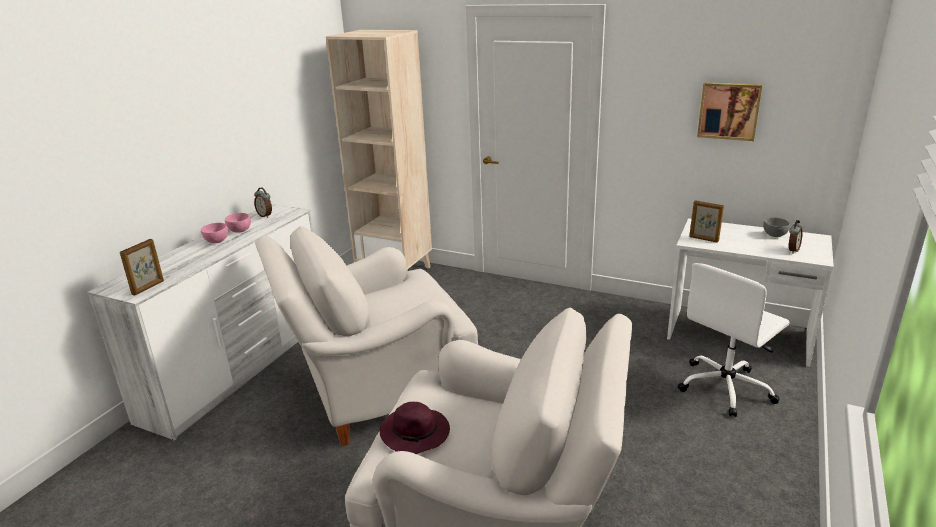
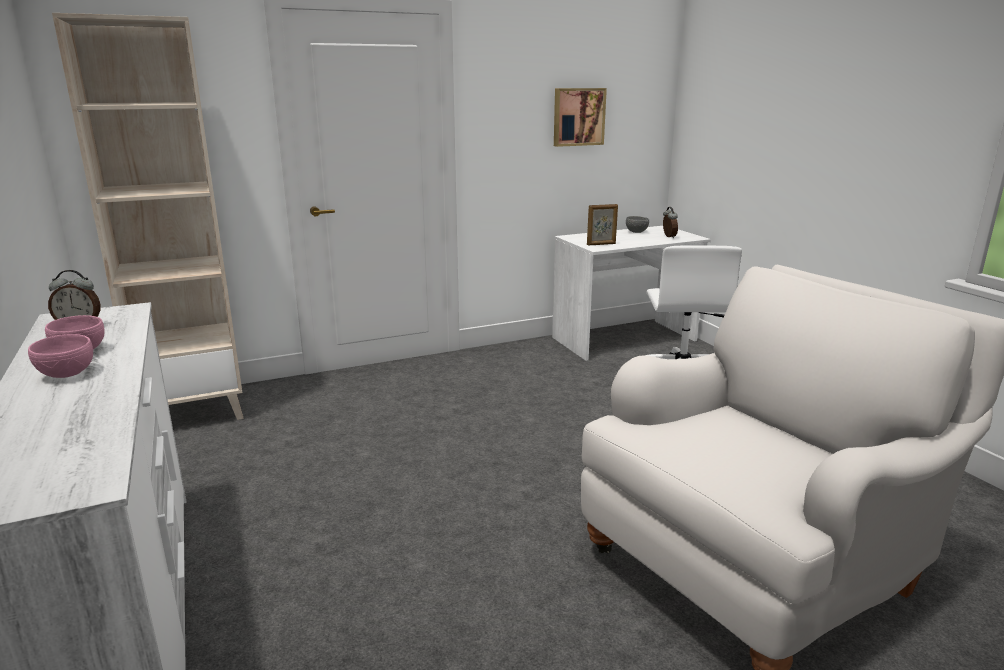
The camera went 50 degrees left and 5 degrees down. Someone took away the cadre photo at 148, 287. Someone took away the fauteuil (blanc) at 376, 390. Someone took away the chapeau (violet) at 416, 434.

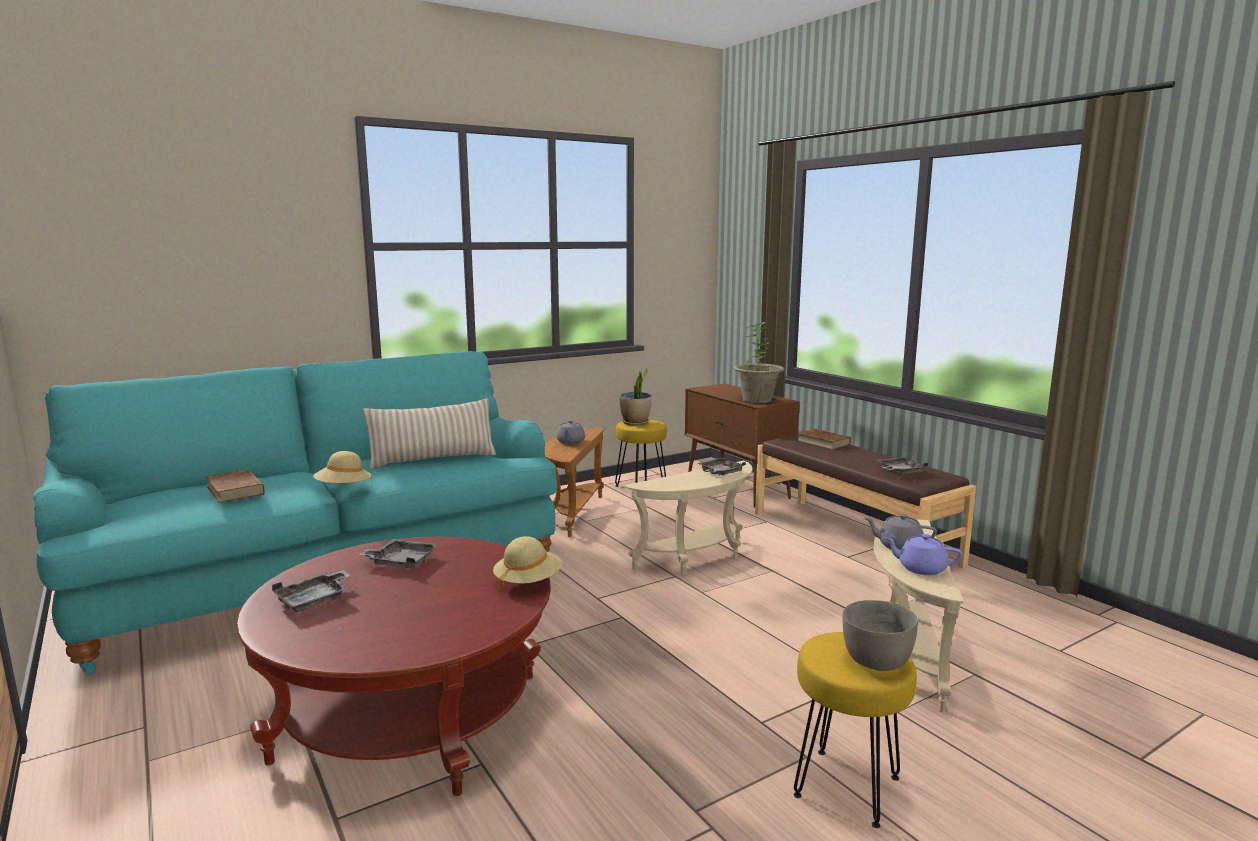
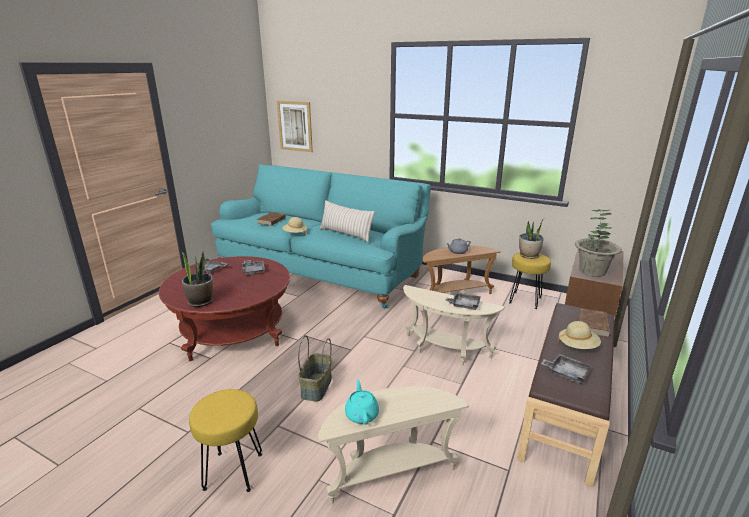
The camera went 60 degrees right and 10 degrees up. Someone carried the chapeau (beige) from 528, 582 to 577, 346. Someone took away the bol (gris) at 875, 661. Someone took away the théière (gris) at 898, 546. Someone repainted the théière (violet) at 921, 568, which became the théière (turquoise) at 362, 414. Someone put down the plante en pot at 200, 302. Someone put up the tableau at 295, 126. Someone put down the panier at 317, 387.

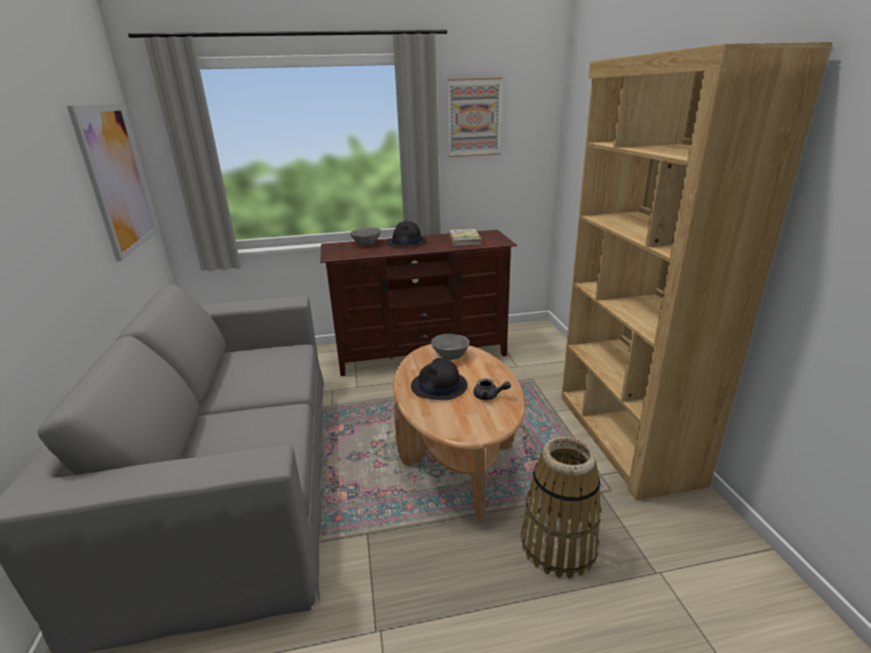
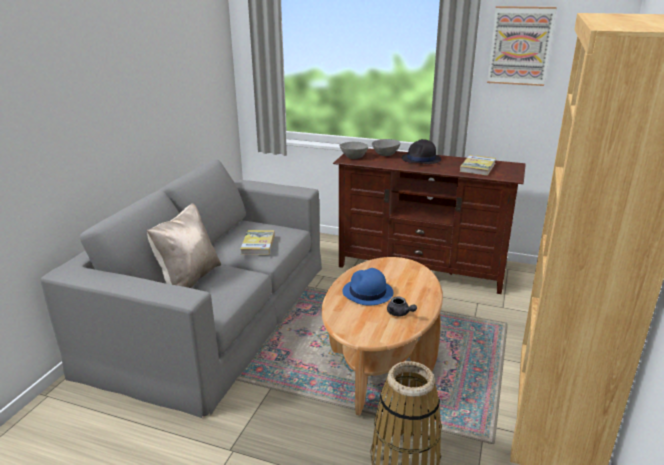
The camera went 30 degrees right and 0 degrees up. Someone took away the tableau at 117, 179. Someone repainted the chapeau (noir) at 439, 386, which became the chapeau (bleu) at 367, 293. Someone carried the bol (gris) from 450, 355 to 354, 157. Someone put down the coussin (beige) at 188, 279. Someone put down the livre at 258, 244.

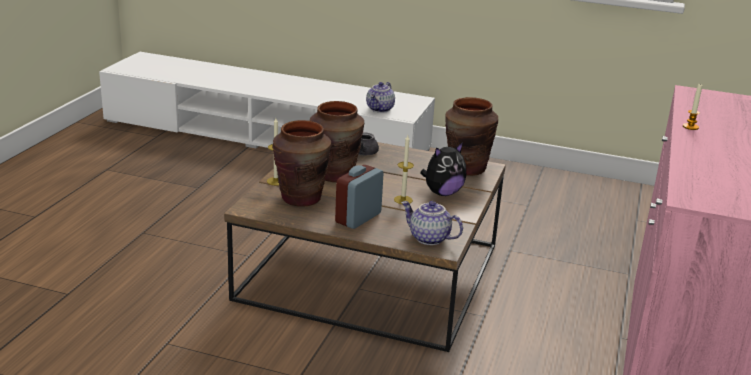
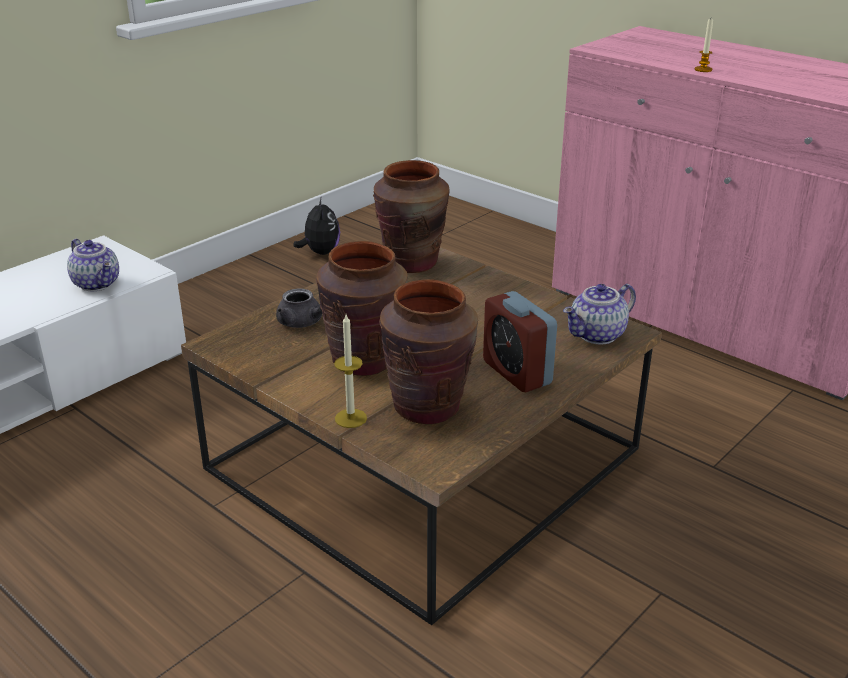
The camera went 65 degrees left and 5 degrees up. Someone took away the bougie at 403, 200. Someone carried the peluche from 442, 193 to 320, 252.

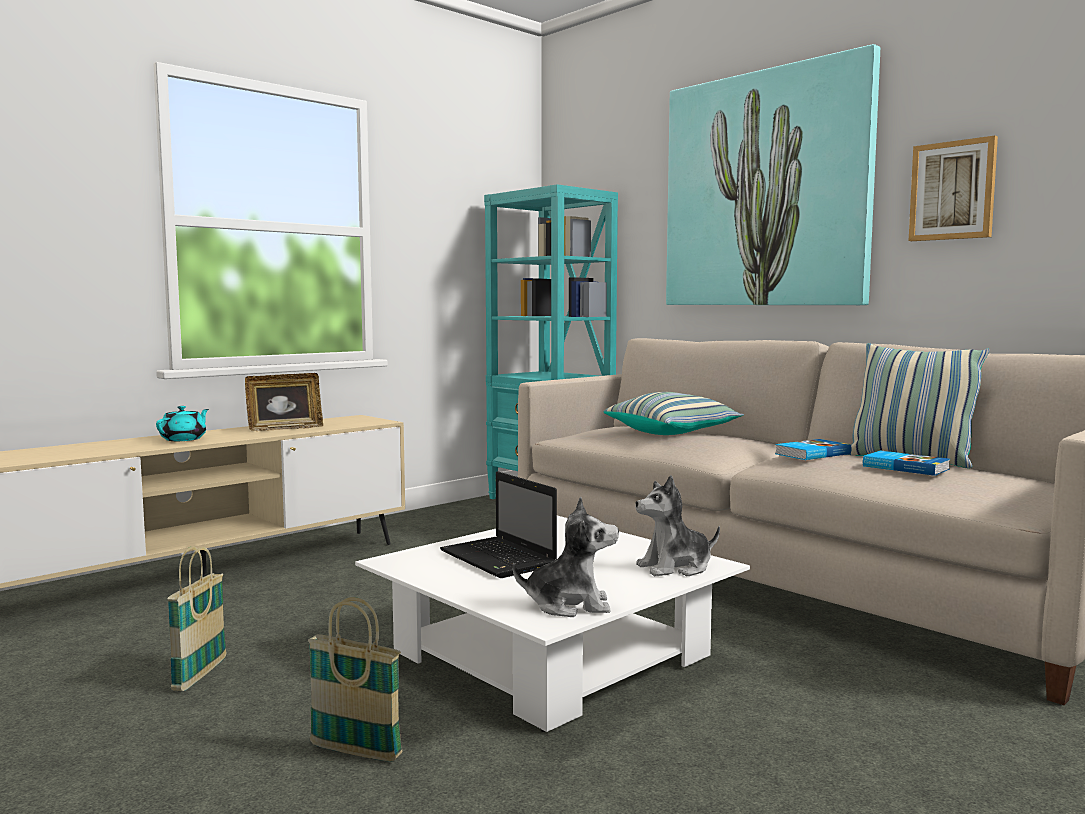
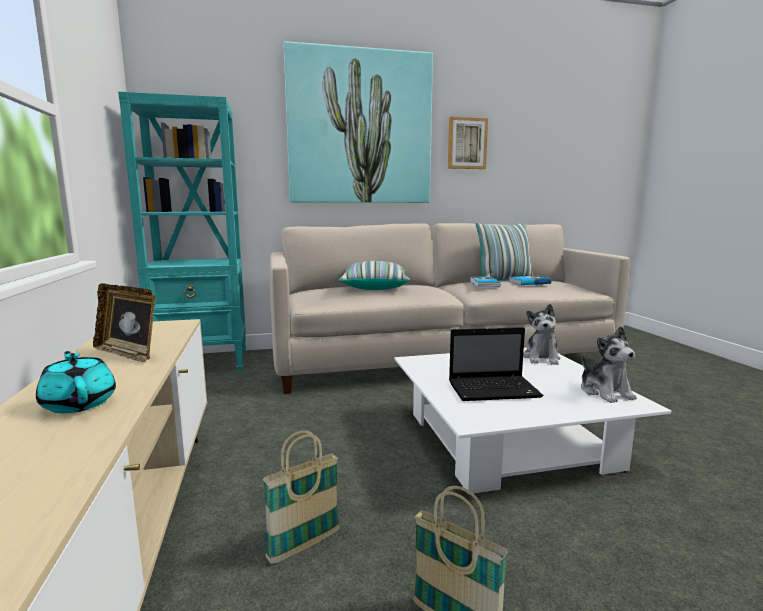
The camera went 60 degrees left and 5 degrees up. Someone rotated the cadre photo at 285, 428 by 120 degrees clockwise. Someone carried the panier from 355, 751 to 304, 545. Someone rotated the peluche at 569, 605 by 135 degrees clockwise.

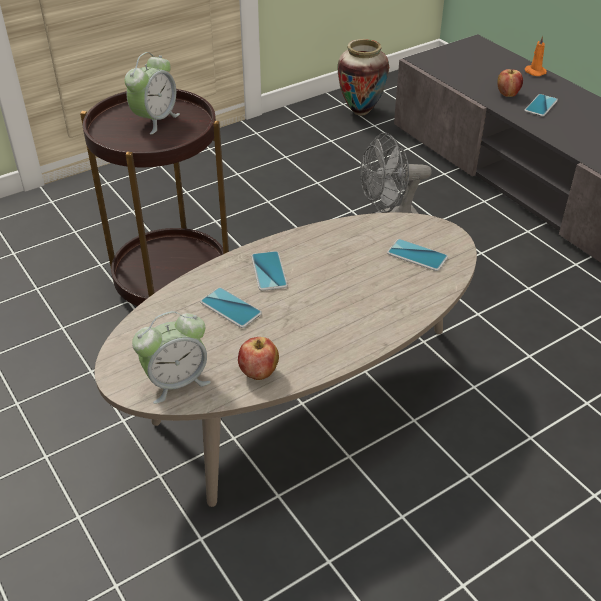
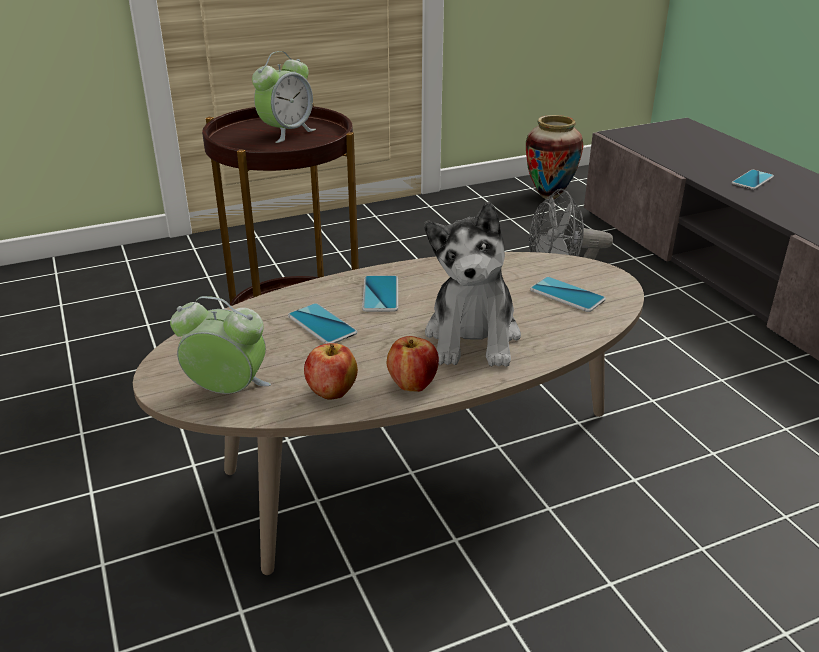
The camera went 10 degrees right and 10 degrees down. Someone rotated the réveil at 176, 382 by 150 degrees counterclockwise. Someone carried the pomme from 507, 94 to 412, 385. Someone took away the bougie (orange) at 534, 72. Someone put down the peluche at 473, 337.

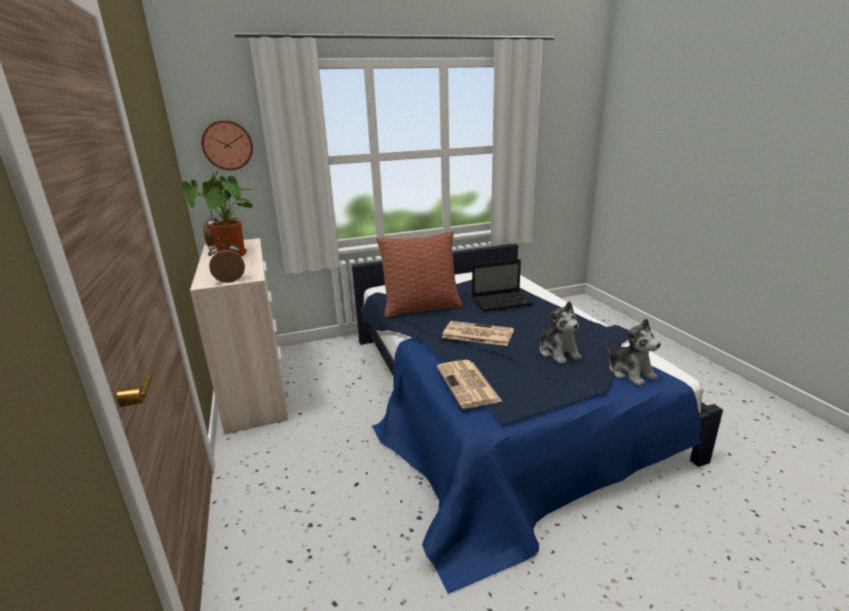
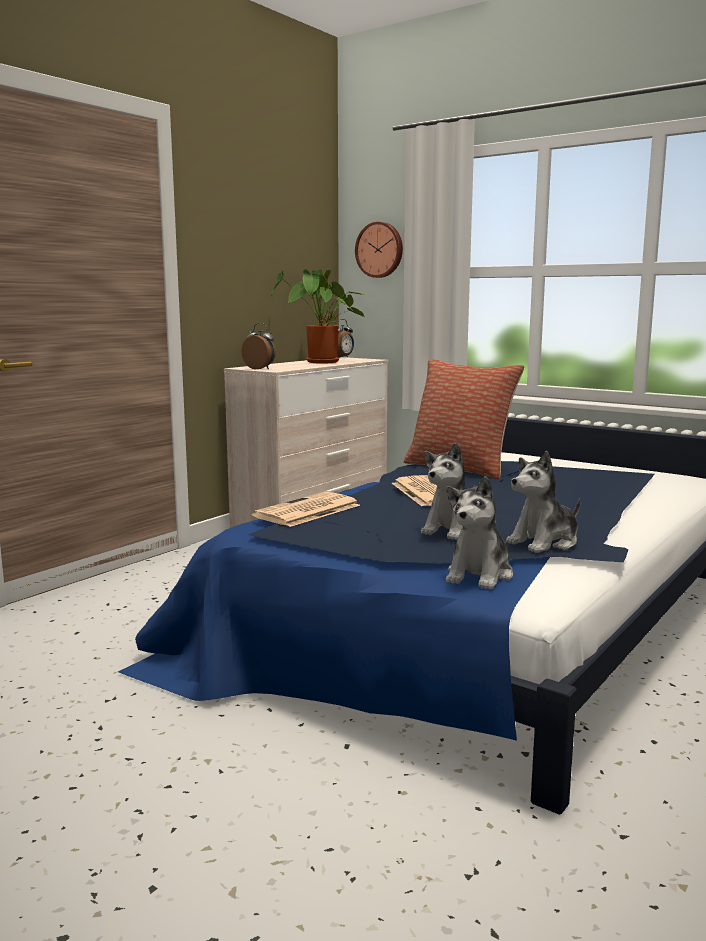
The camera went 55 degrees right and 10 degrees down. Someone took away the ordinateur portable at 503, 302. Someone put down the peluche at 544, 542.

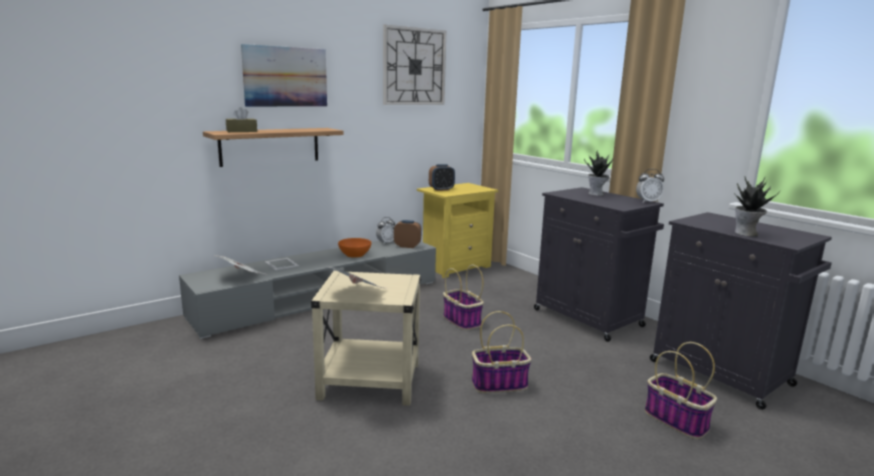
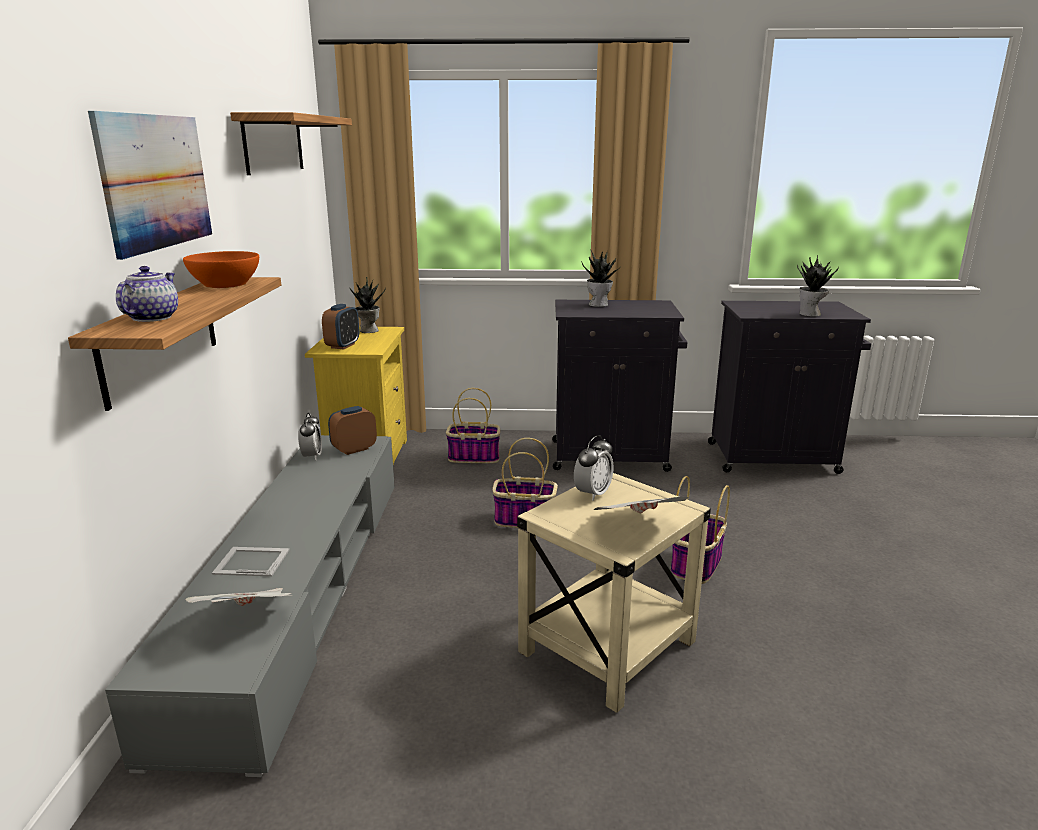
The camera went 50 degrees left and 5 degrees up. Someone swapped the boîte à mouchoirs (marron) at 241, 131 for the théière at 152, 317. Someone carried the bol (orange) from 355, 254 to 225, 284. Someone swapped the horloge murale at 414, 67 for the étagère at 274, 144. Someone carried the réveil from 648, 202 to 592, 494. Someone carried the panier from 677, 420 to 475, 457. Someone put down the plante en pot at 368, 331.

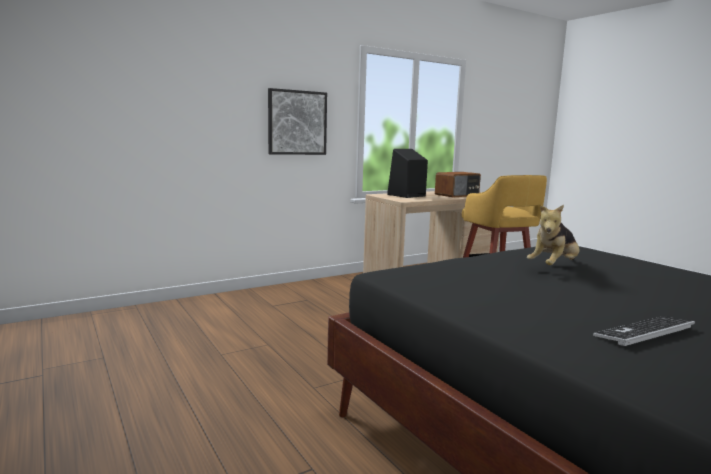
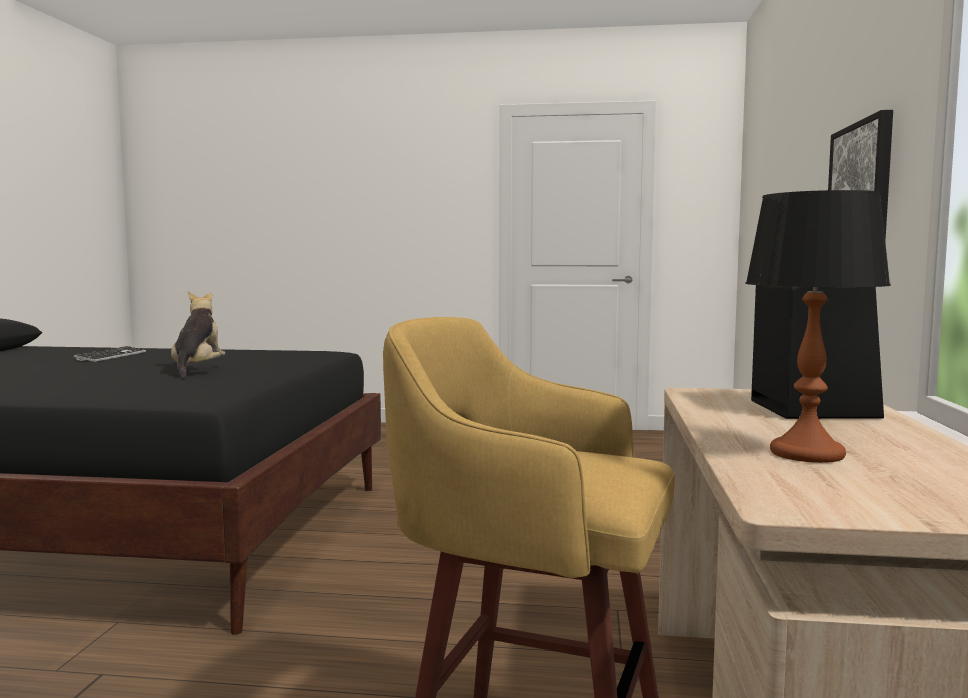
The camera went 130 degrees right and 5 degrees down. Someone swapped the radio at 457, 195 for the lampe de table at 808, 454.

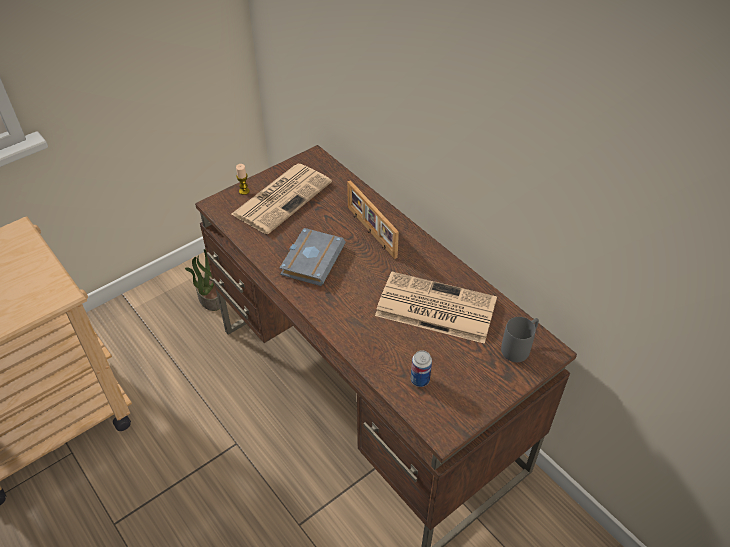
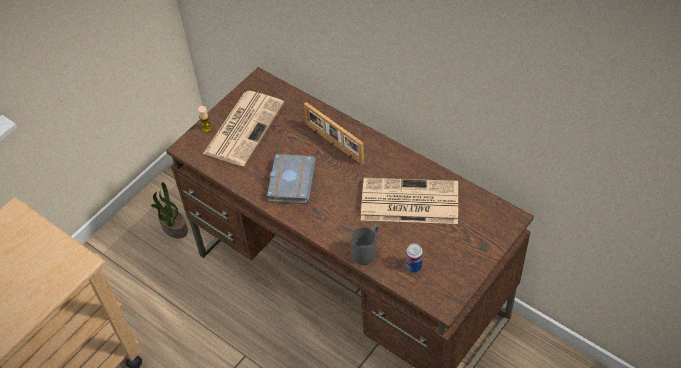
The camera went 10 degrees left and 5 degrees up. Someone carried the mug (gris) from 519, 347 to 367, 251.

